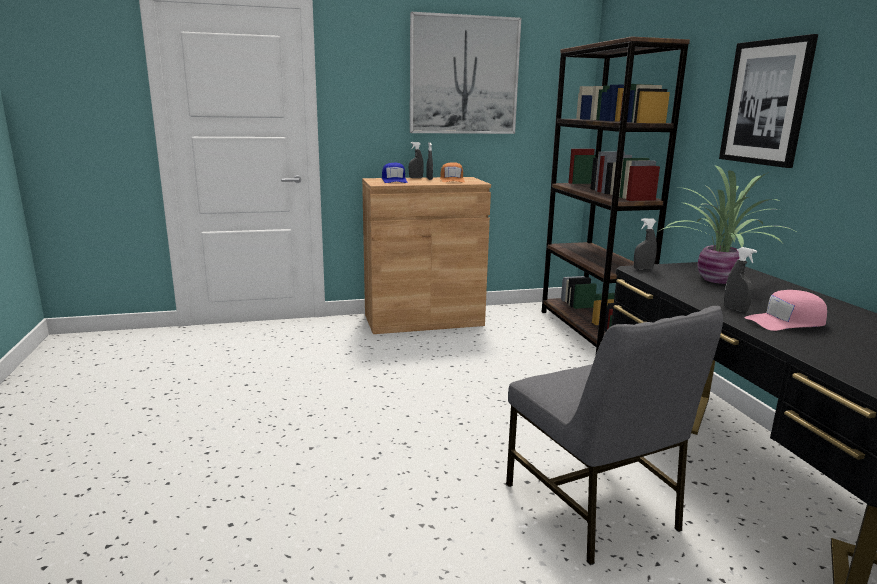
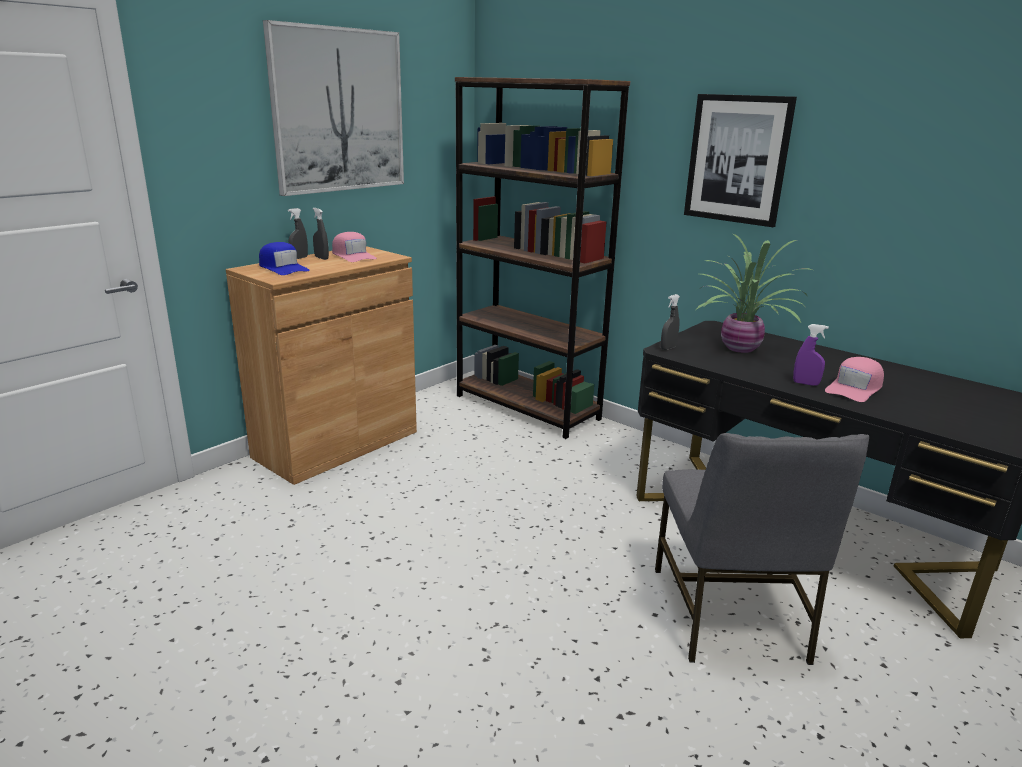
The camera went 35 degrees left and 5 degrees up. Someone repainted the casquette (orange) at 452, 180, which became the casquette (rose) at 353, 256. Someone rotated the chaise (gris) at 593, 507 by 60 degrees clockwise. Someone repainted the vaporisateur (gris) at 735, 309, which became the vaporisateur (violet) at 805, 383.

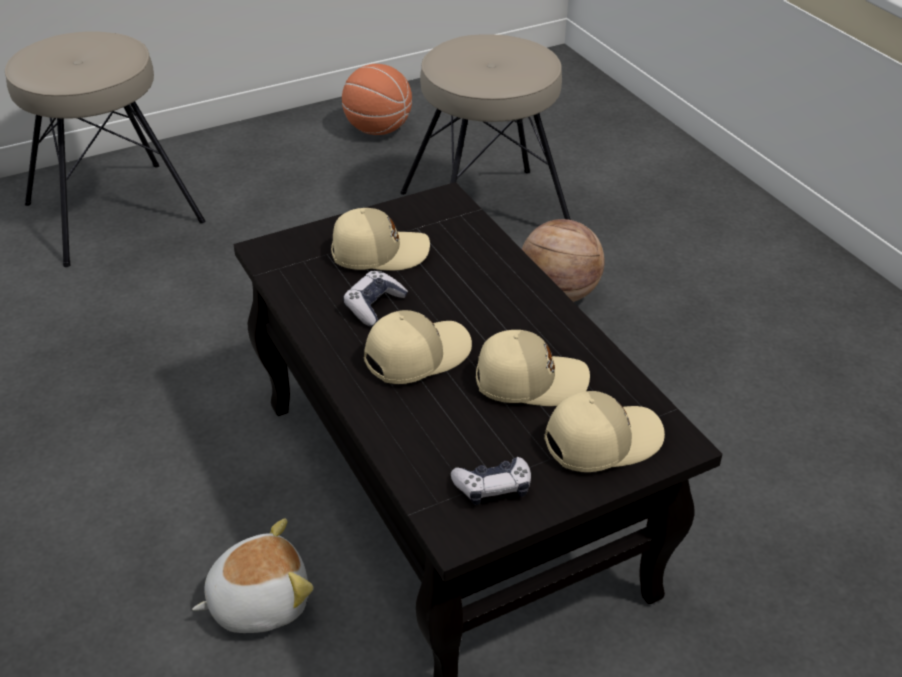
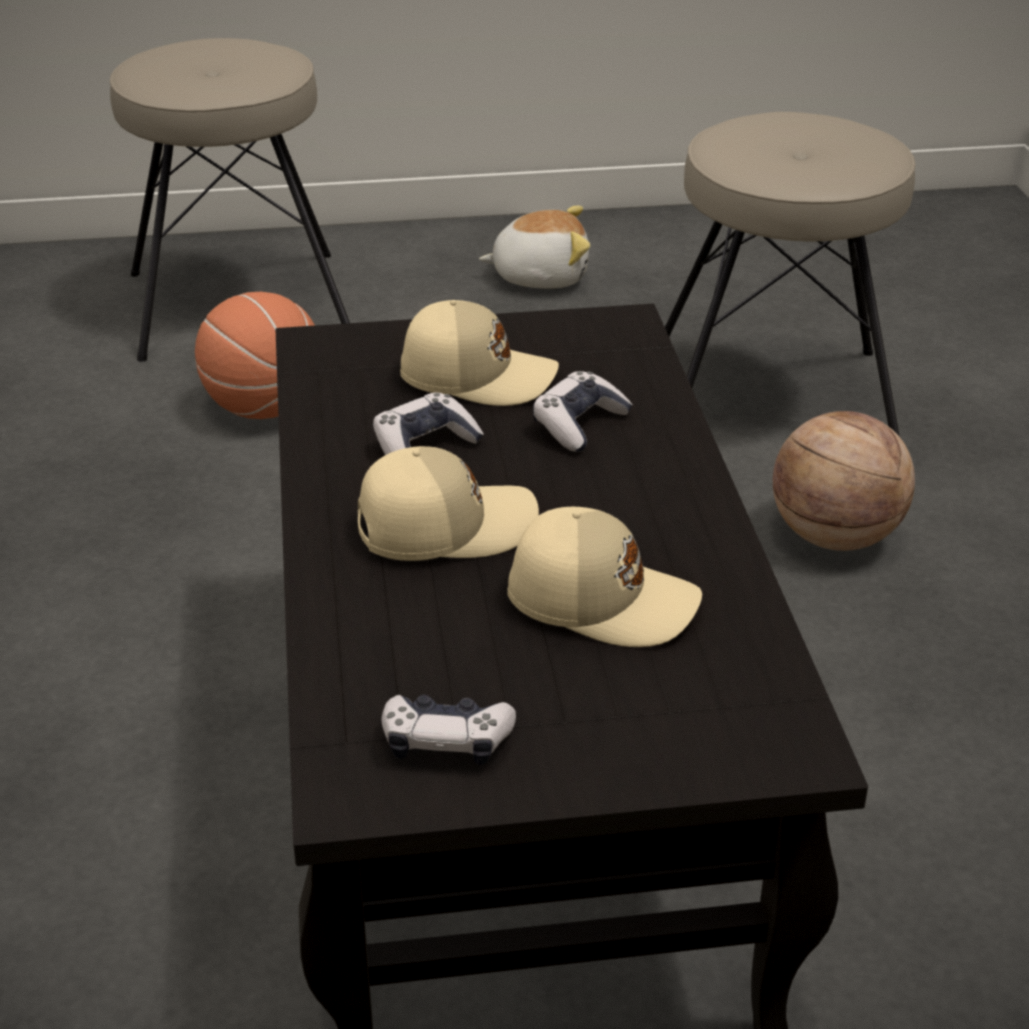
The camera went 20 degrees right and 5 degrees down. Someone carried the peluche from 258, 601 to 540, 276. Someone carried the ballon de basket from 378, 130 to 265, 408. Someone took away the casquette (beige) at 600, 440. Someone put down the manette at 579, 424.

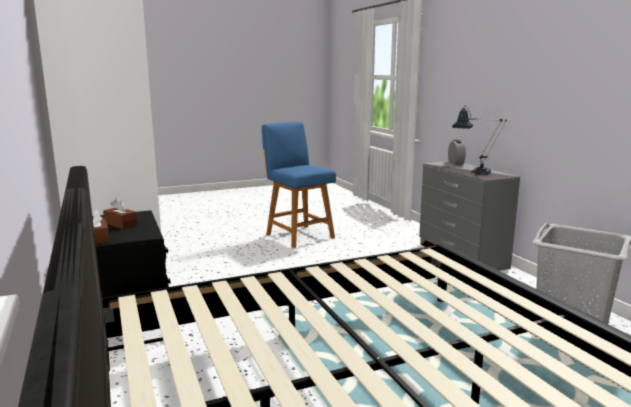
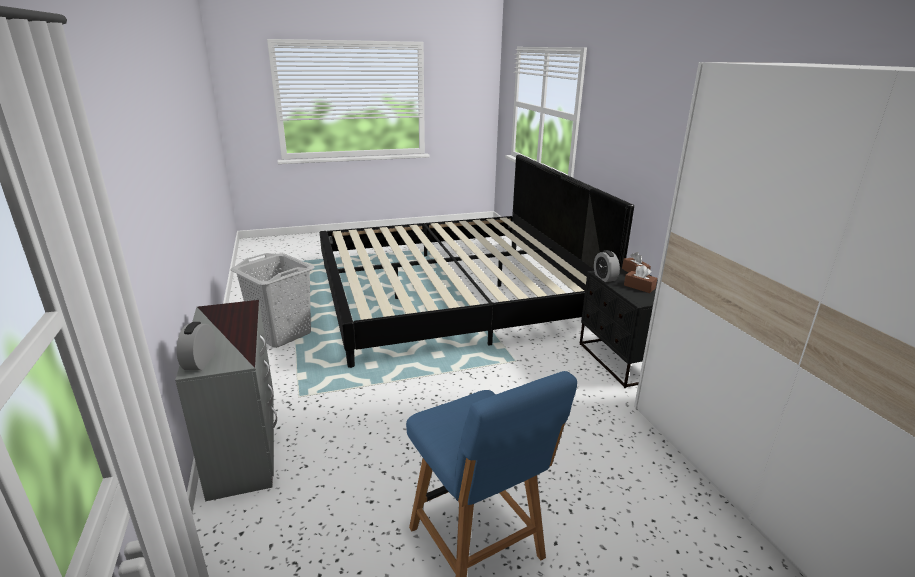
The camera went 175 degrees left and 10 degrees up. Someone took away the lampe de table at 475, 172. Someone put down the réveil at 604, 278.

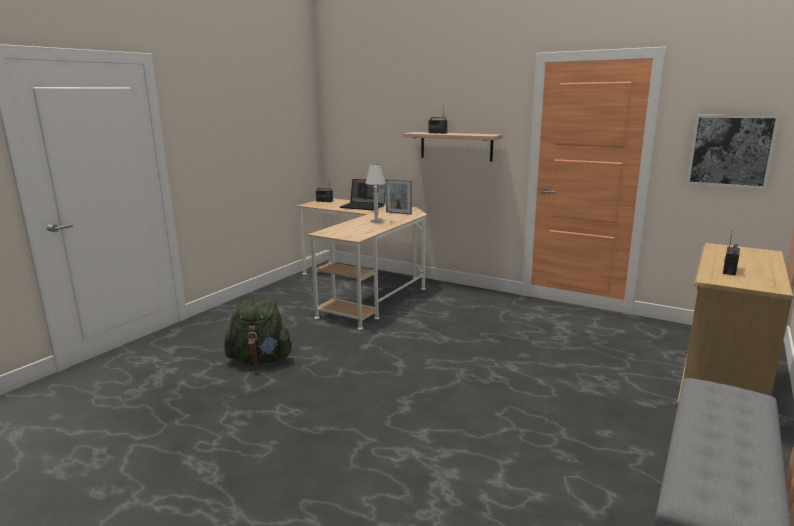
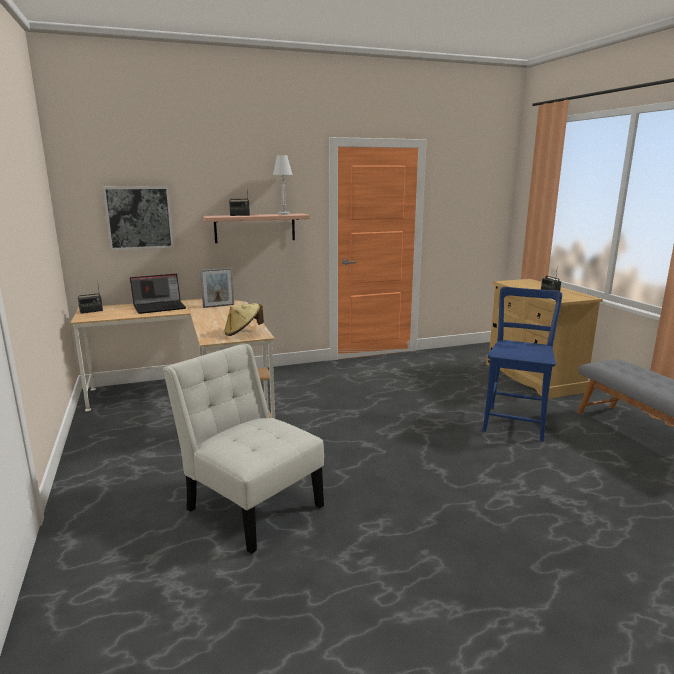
The camera went 50 degrees left and 0 degrees up. Someone swapped the sac à dos (vert) at 260, 360 for the chaise (blanc) at 250, 504. Someone carried the lampe de table (blanc) from 376, 221 to 283, 214. Someone carried the tableau from 730, 150 to 139, 217. Someone put down the chapeau (beige) at 243, 332. Someone put down the chaise (bleu) at 515, 421.

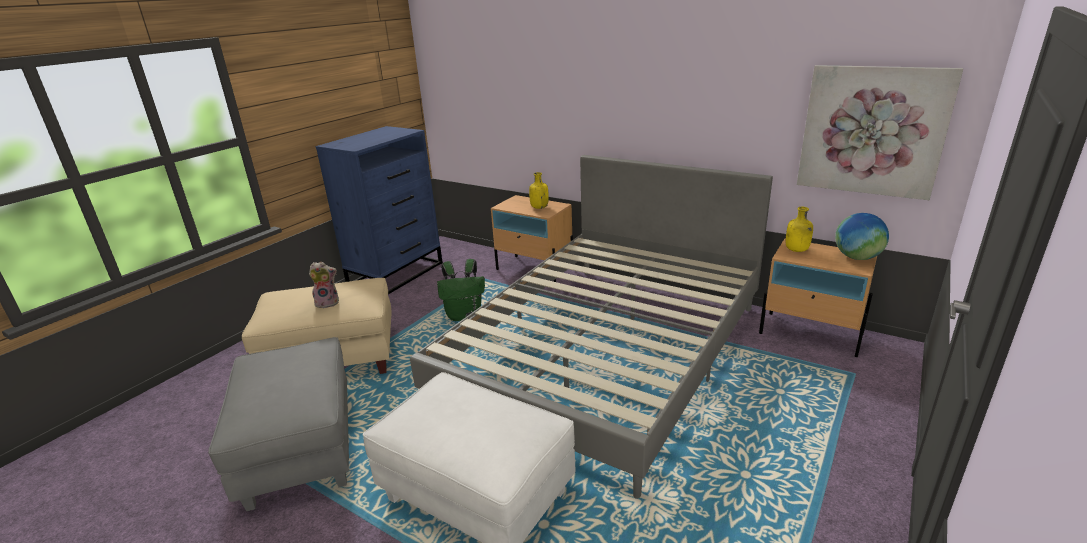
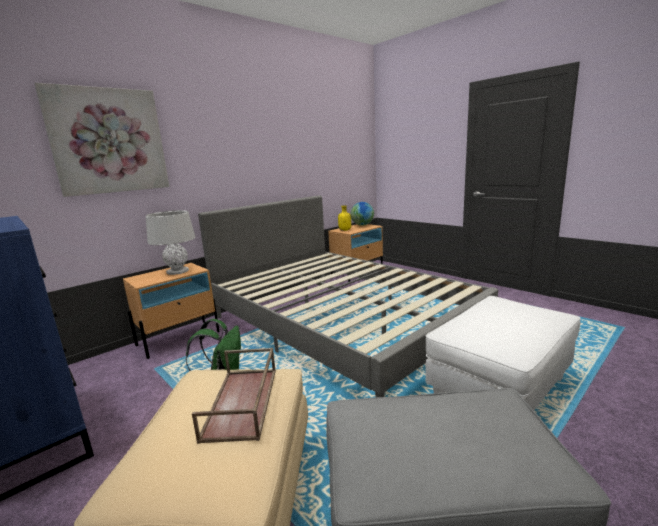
The camera went 75 degrees left and 10 degrees down. Someone swapped the peluche at 328, 303 for the plateau (marron) at 242, 403. Someone swapped the bouteille (jaune) at 539, 207 for the lampe de table (gris) at 177, 271. Someone carried the tableau from 872, 131 to 109, 141.

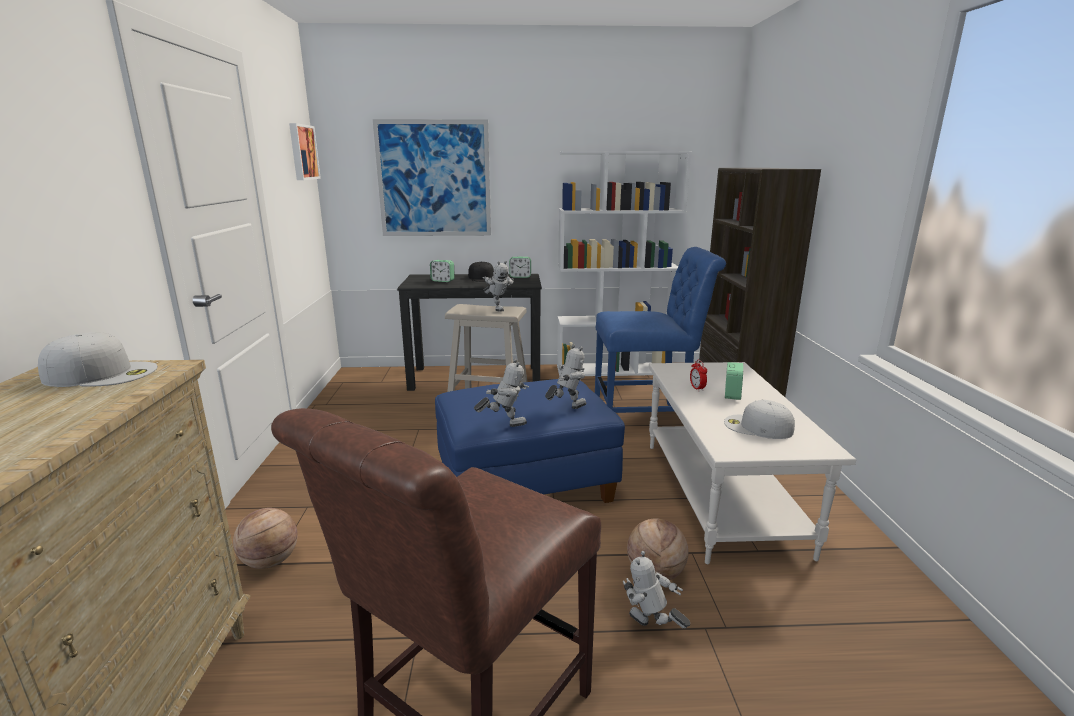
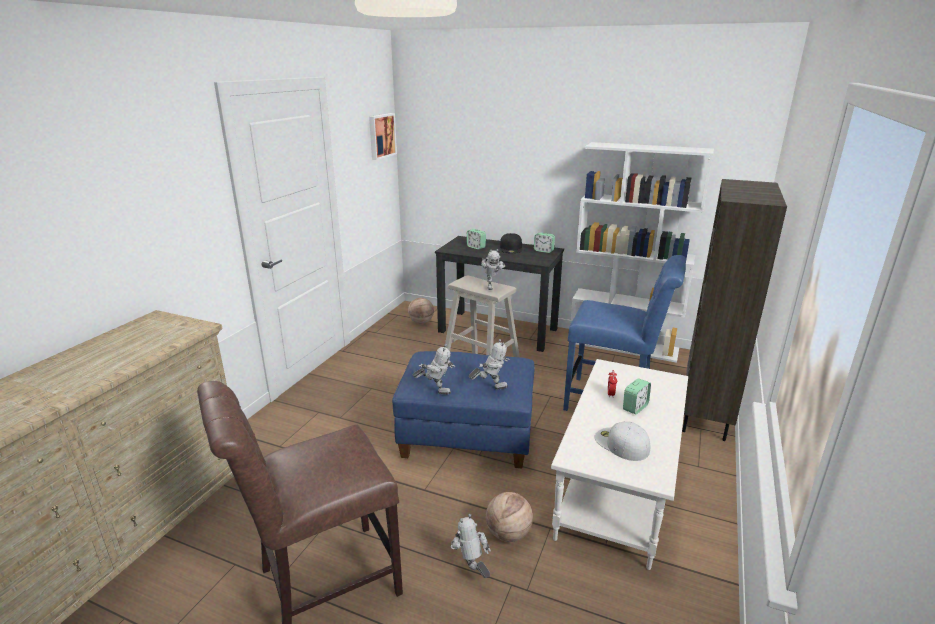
The camera went 25 degrees right and 5 degrees up. Someone took away the casquette (blanc) at 102, 373. Someone carried the ballon de basket from 270, 561 to 421, 322. Someone took away the tableau at 434, 179.

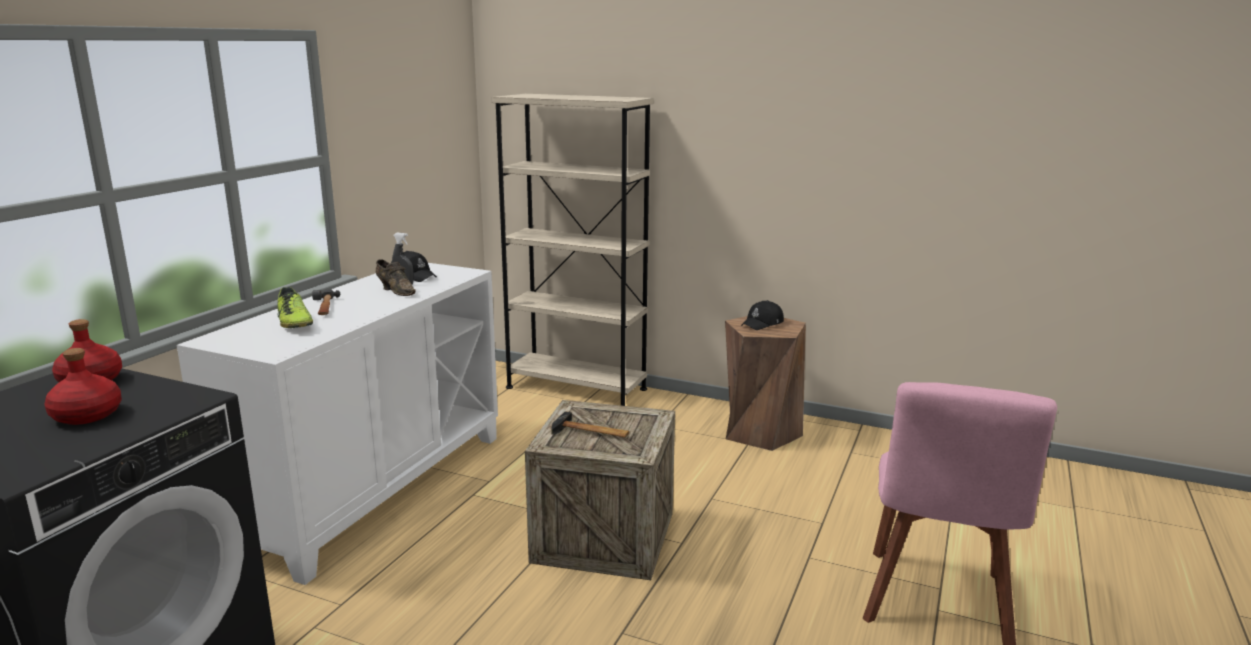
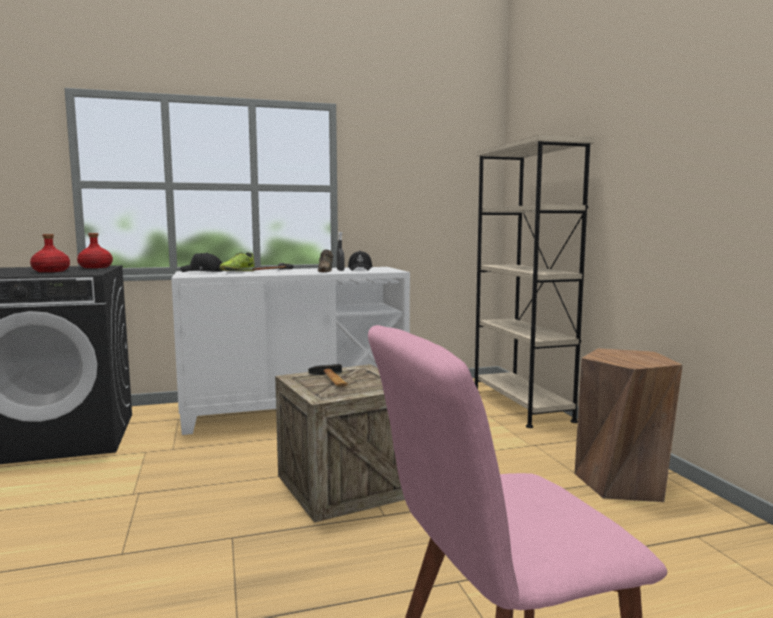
The camera went 50 degrees right and 10 degrees down. Someone carried the casquette (noir) from 763, 323 to 203, 271.

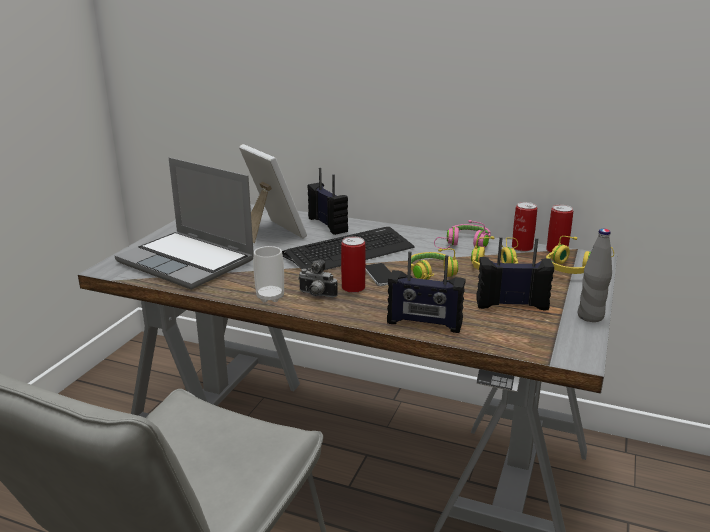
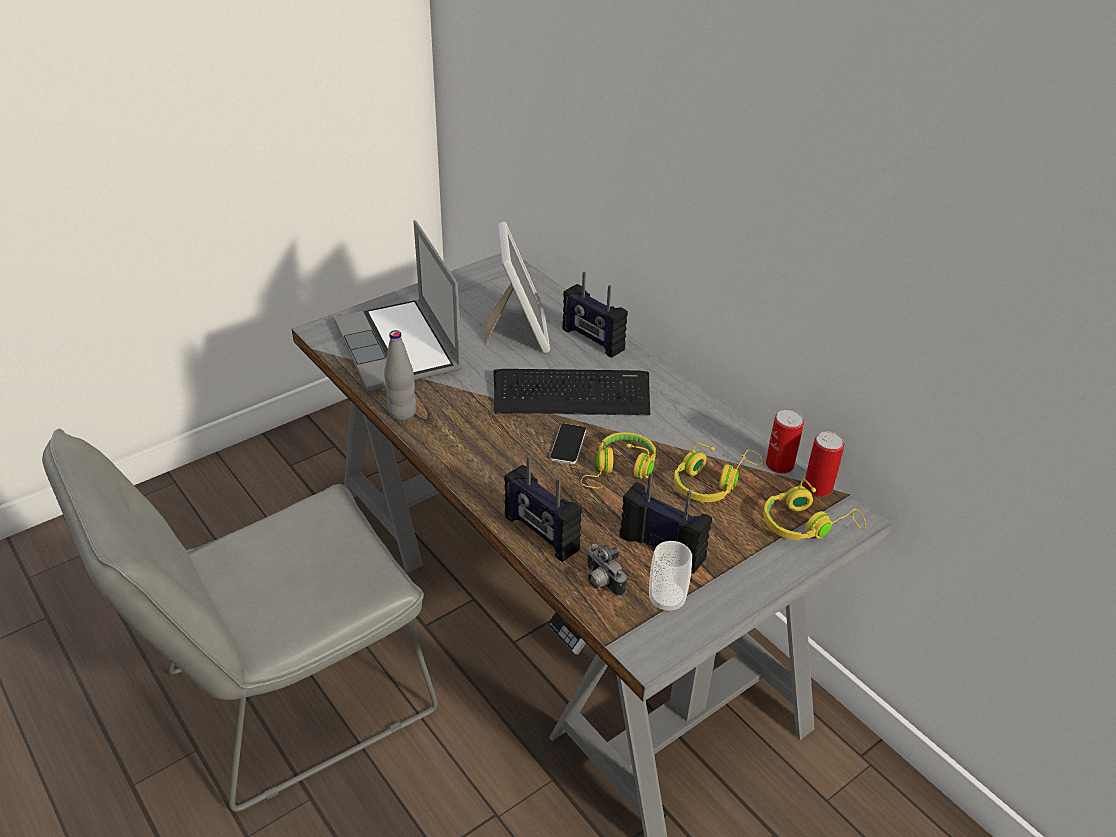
The camera went 30 degrees right and 15 degrees up. Someone carried the tasse from 270, 297 to 666, 600. Someone carried the appareil photo from 316, 295 to 601, 582. Someone rotated the radio at 328, 225 by 135 degrees clockwise. Someone took away the boîte métallique at 353, 288. Someone took away the casque audio (rose) at 463, 245. Someone carried the bouteille (gris) from 590, 316 to 402, 412.

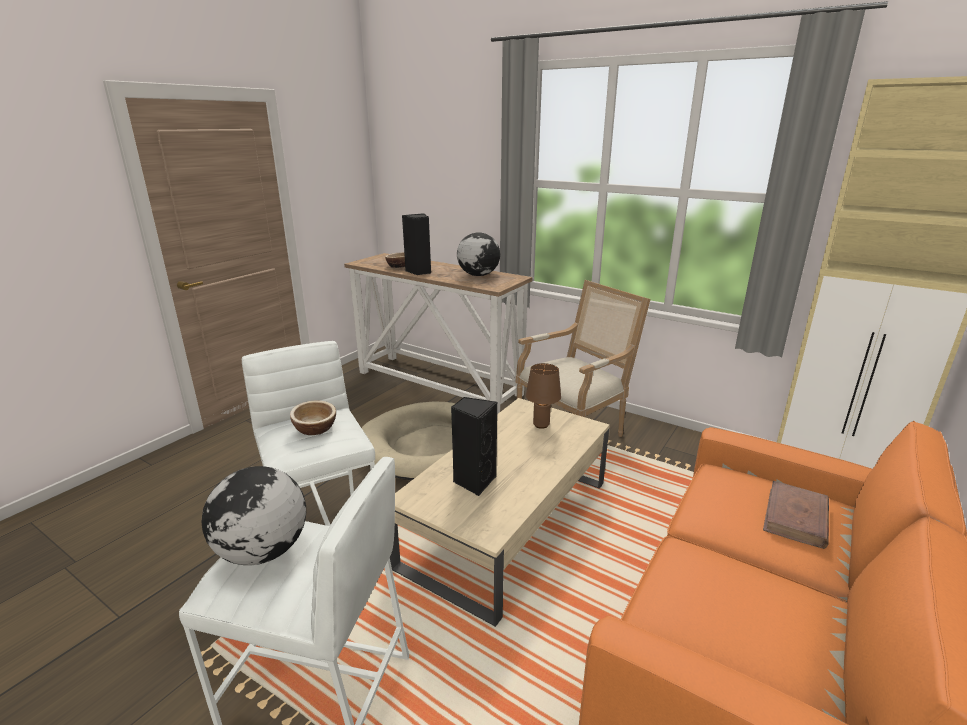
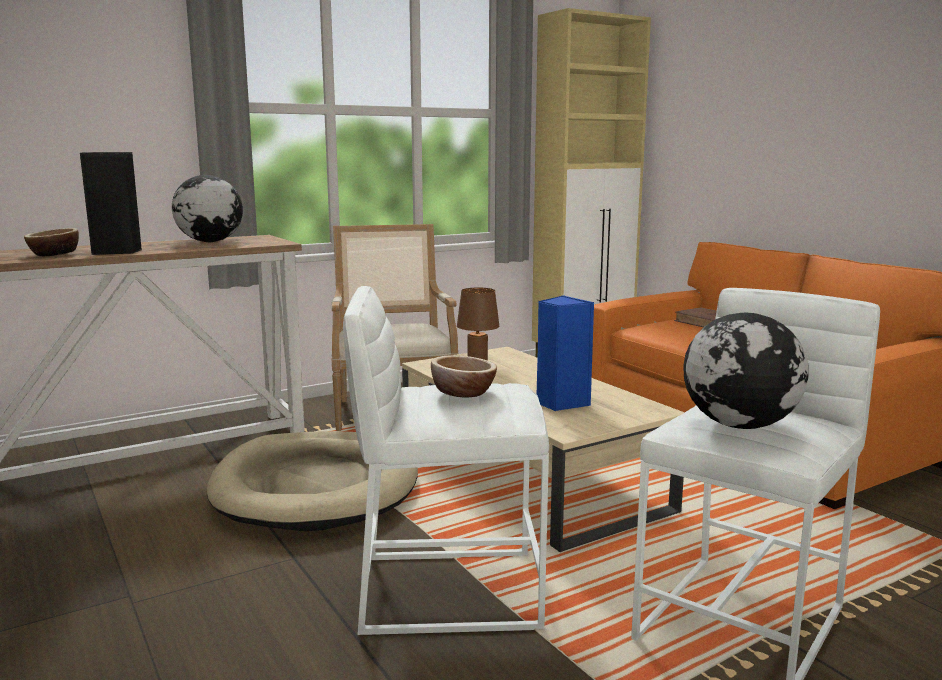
The camera went 65 degrees left and 10 degrees down. Someone repainted the enceinte (noir) at 474, 481, which became the enceinte (bleu) at 560, 403.

